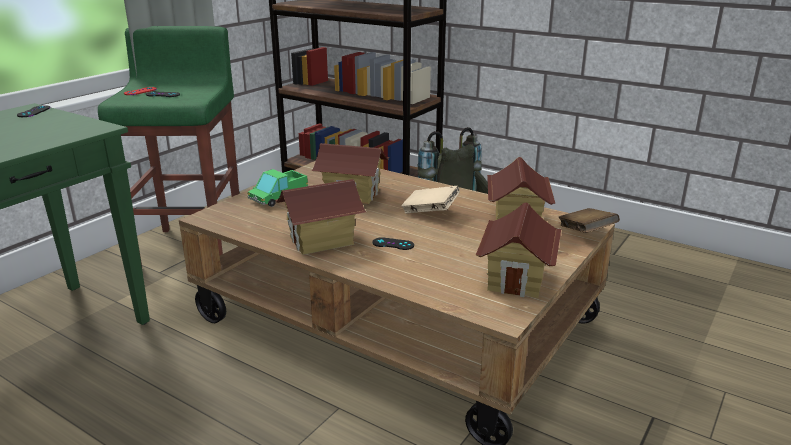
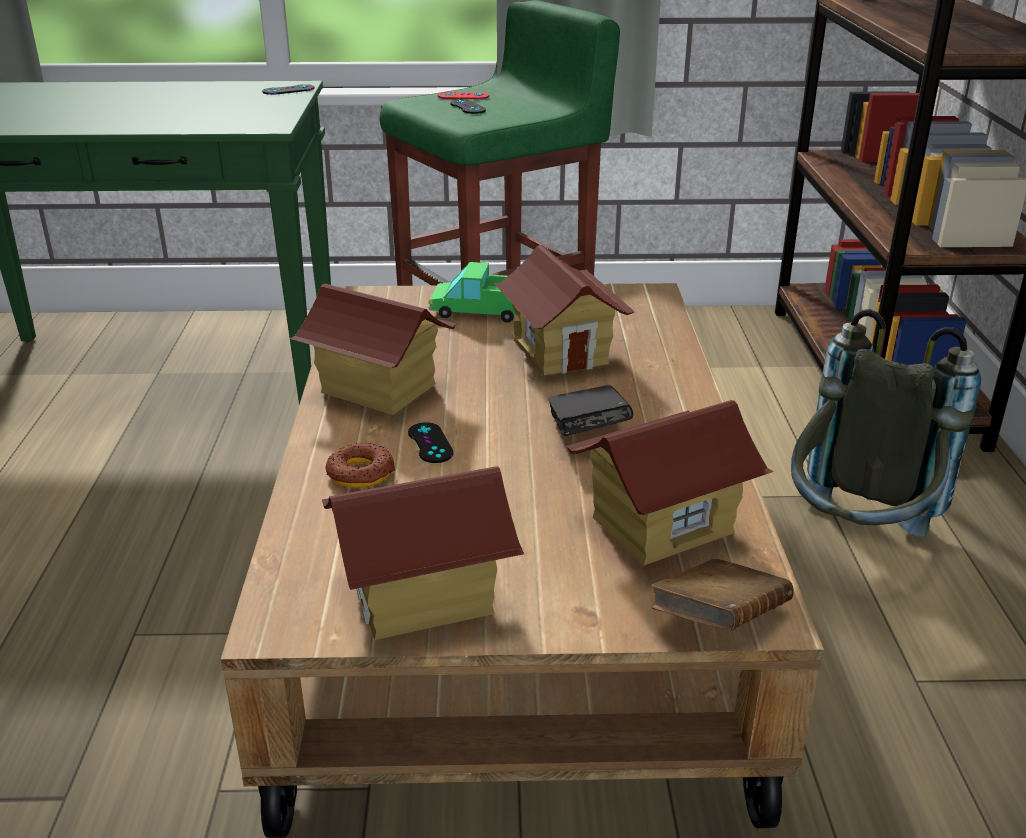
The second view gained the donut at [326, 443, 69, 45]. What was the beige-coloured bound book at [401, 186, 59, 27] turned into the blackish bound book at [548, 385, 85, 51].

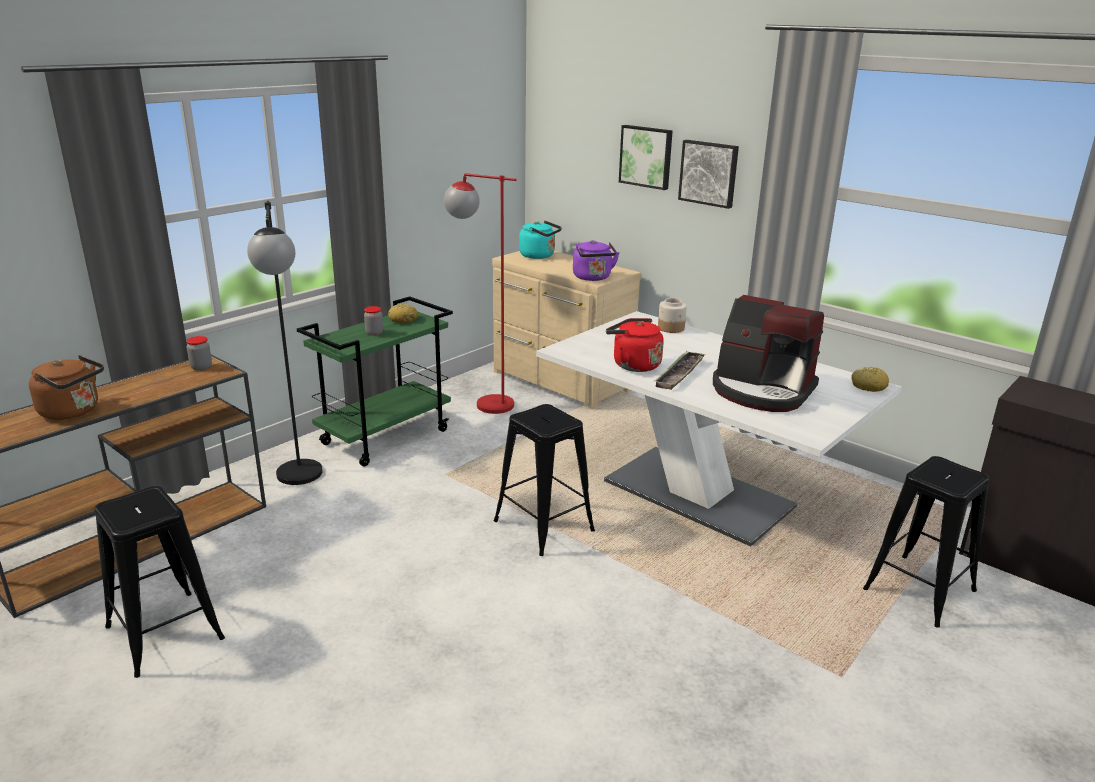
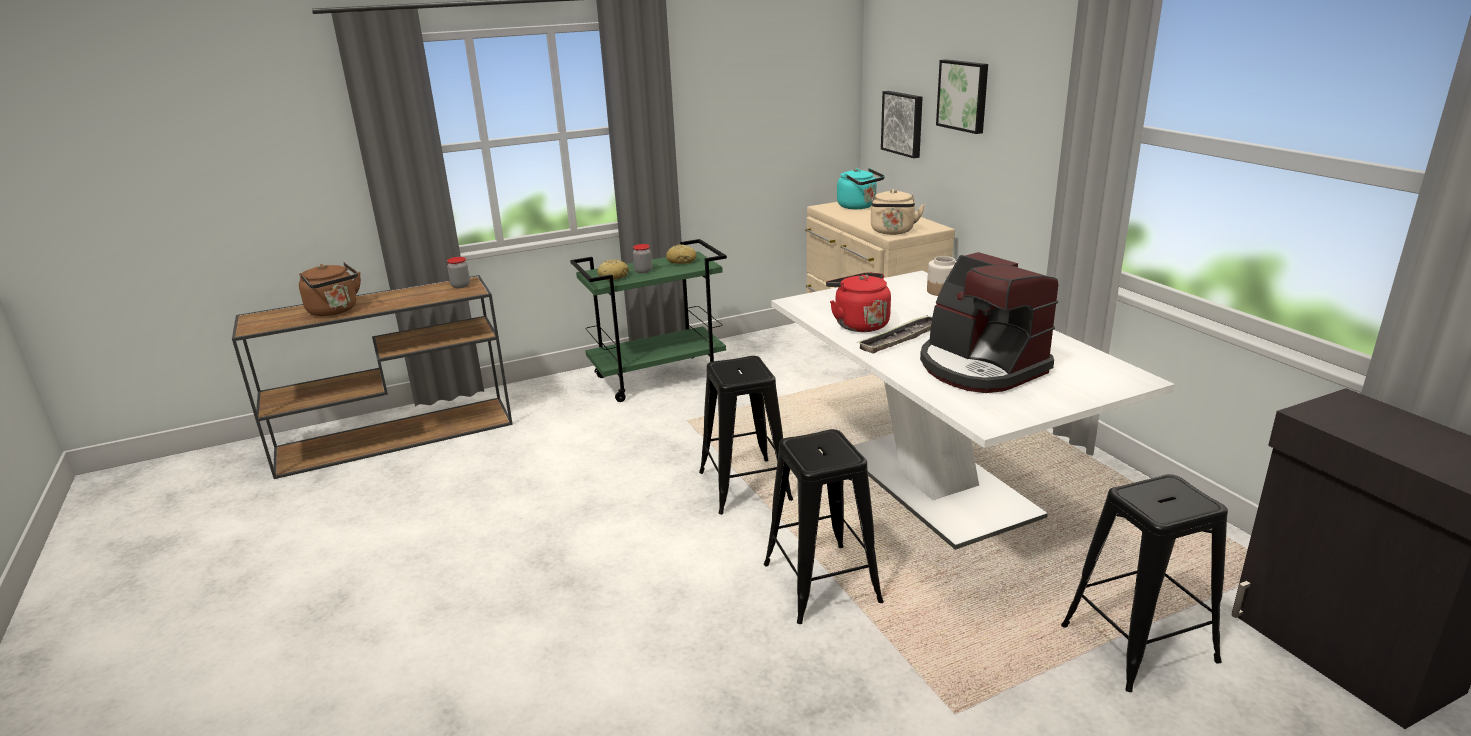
The bread ended up elsewhere, having gone from [851, 367, 38, 25] to [597, 260, 32, 20]. The blackish stool ended up elsewhere, having gone from [94, 486, 131, 192] to [764, 429, 120, 195]. What was the purple-coloured kettle at [573, 240, 47, 41] turned into the beige-coloured kettle at [871, 189, 54, 46]. The wall picture ended up elsewhere, having gone from [678, 140, 61, 69] to [881, 91, 42, 67]. The second view lost the blackish standing lamp at [247, 201, 76, 284]. The second view lost the reddish standing lamp at [444, 173, 73, 241].

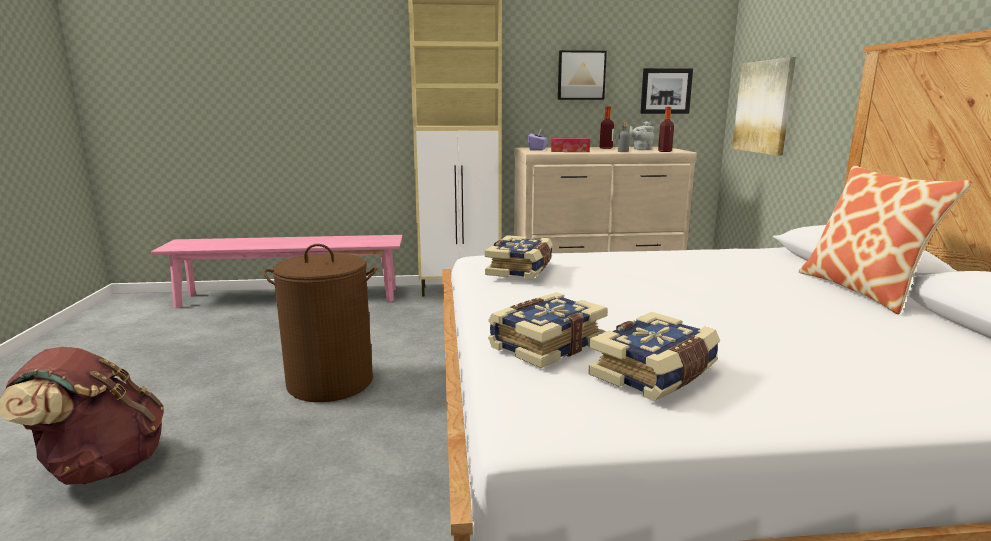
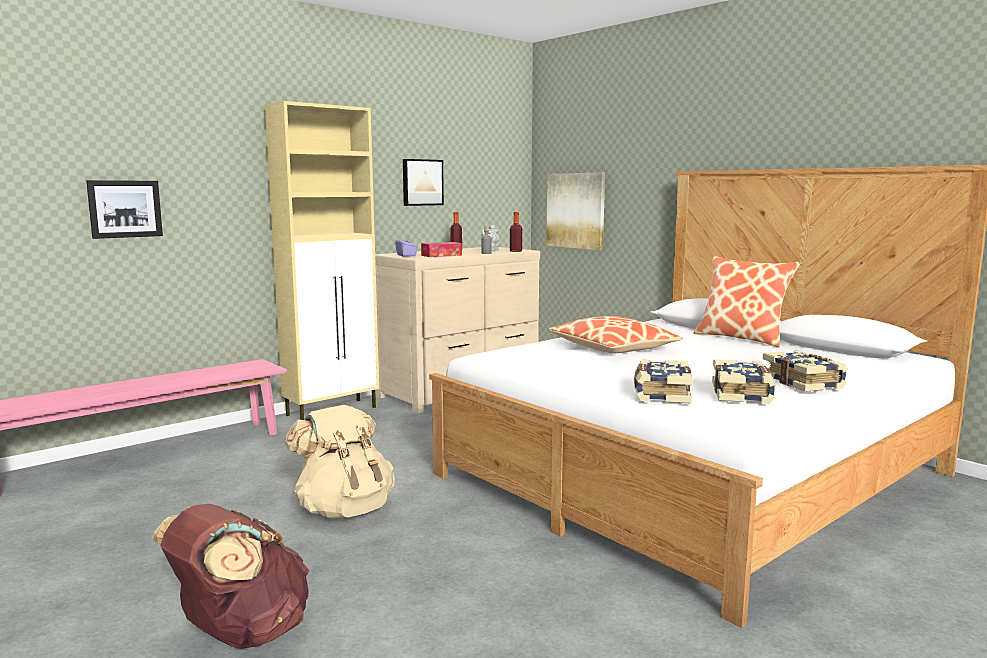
The wall picture ended up elsewhere, having gone from [640, 68, 53, 46] to [86, 180, 77, 59]. Where the brownish washing basket stood at [264, 244, 114, 158], the beige-coloured rucksack came to stand at [285, 405, 110, 114]. The second view gained the cushion at [549, 316, 134, 37]. The bound book ended up elsewhere, having gone from [485, 235, 68, 44] to [763, 350, 85, 42].

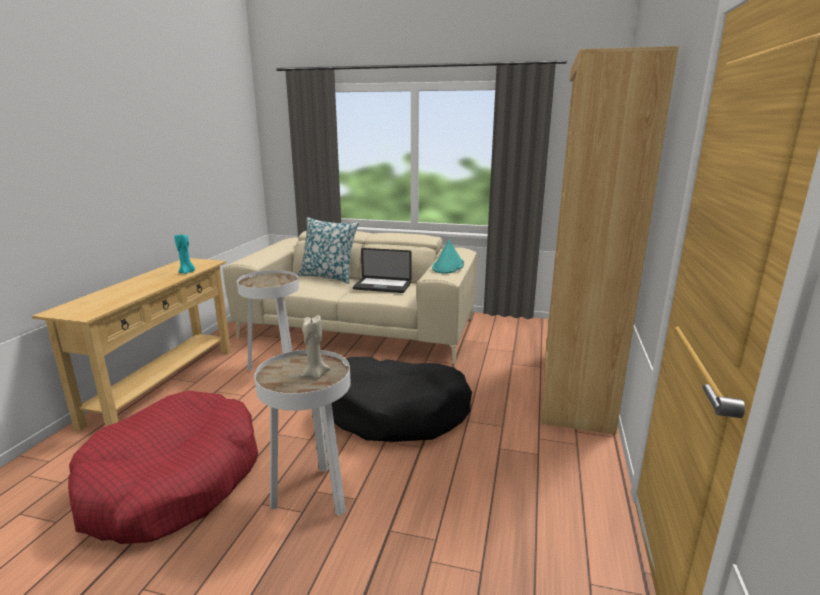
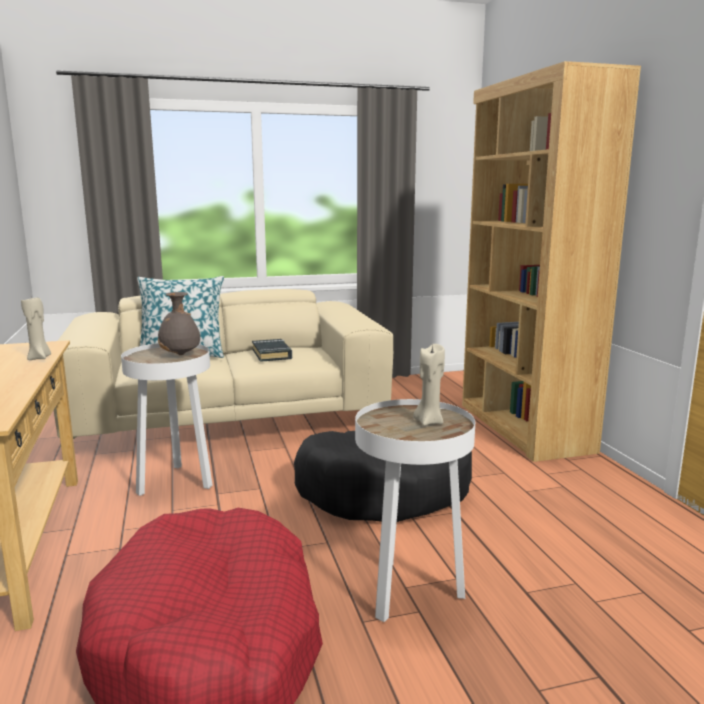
What was the blue-green candle at [174, 232, 21, 42] turned into the beige-coloured candle at [21, 297, 30, 63]. The second view gained the gray vase at [158, 292, 42, 63]. Where the laptop stood at [353, 248, 59, 45], the blackish bound book came to stand at [252, 339, 40, 23]. The second view lost the blue-green hat at [432, 240, 32, 34].

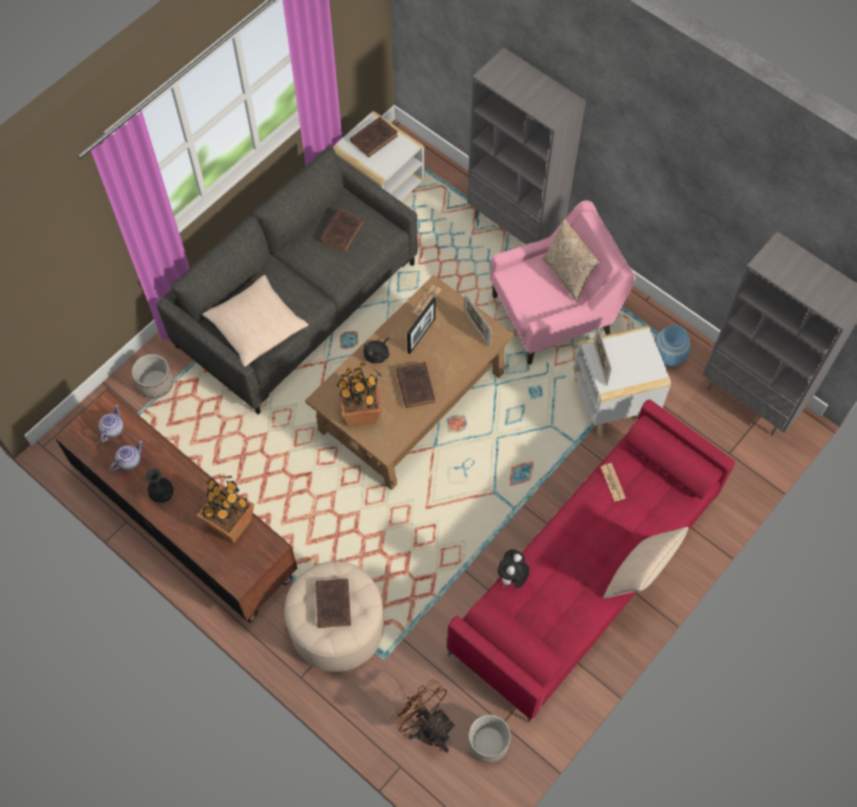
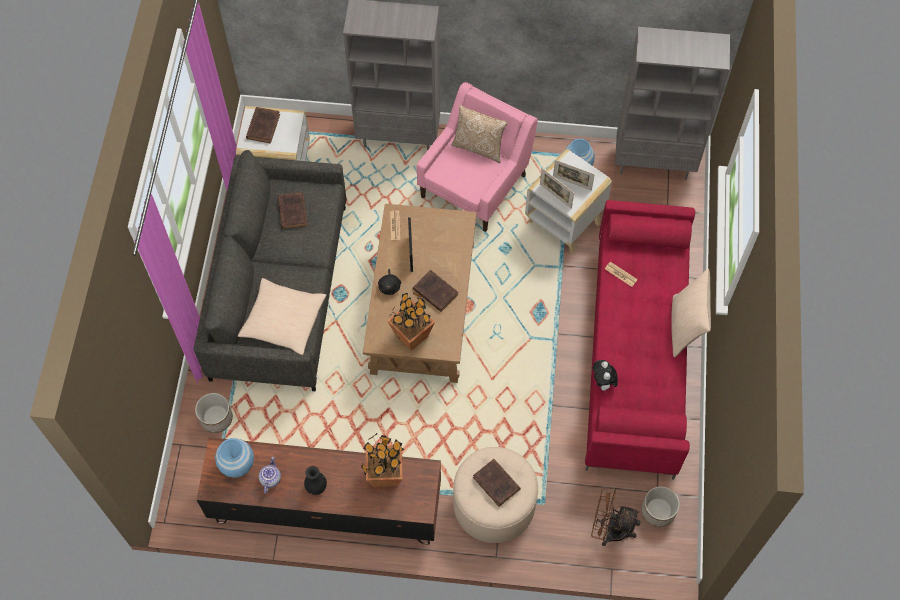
Where the pot for tea stood at [99, 405, 25, 38], the bluish vase came to stand at [215, 438, 39, 40]. The standing frame ended up elsewhere, having gone from [464, 294, 28, 54] to [553, 160, 42, 31].

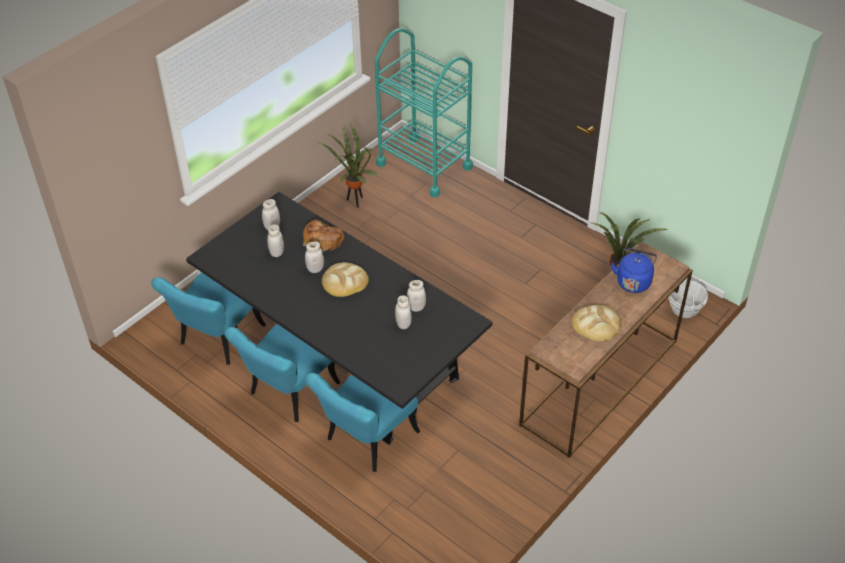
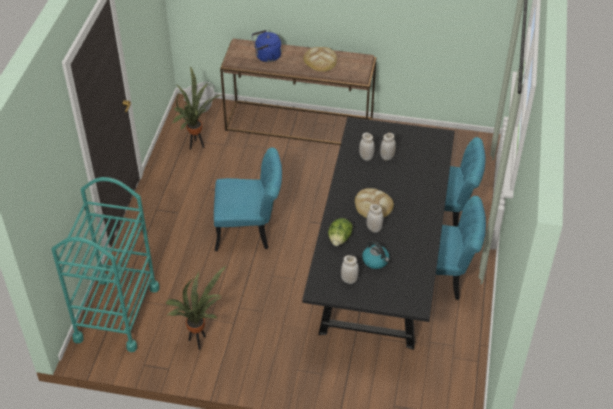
The blue-green chair ended up elsewhere, having gone from [151, 272, 115, 93] to [214, 148, 68, 103]. Where the bread stood at [303, 219, 41, 34], the lettuce head came to stand at [328, 218, 25, 28]. Where the white-coloured preserve jar stood at [267, 225, 17, 32], the kettle came to stand at [362, 240, 27, 29].

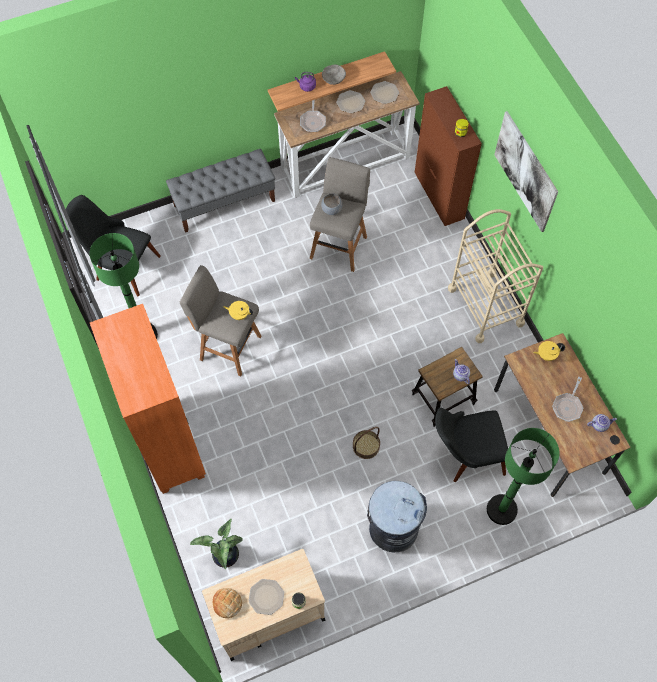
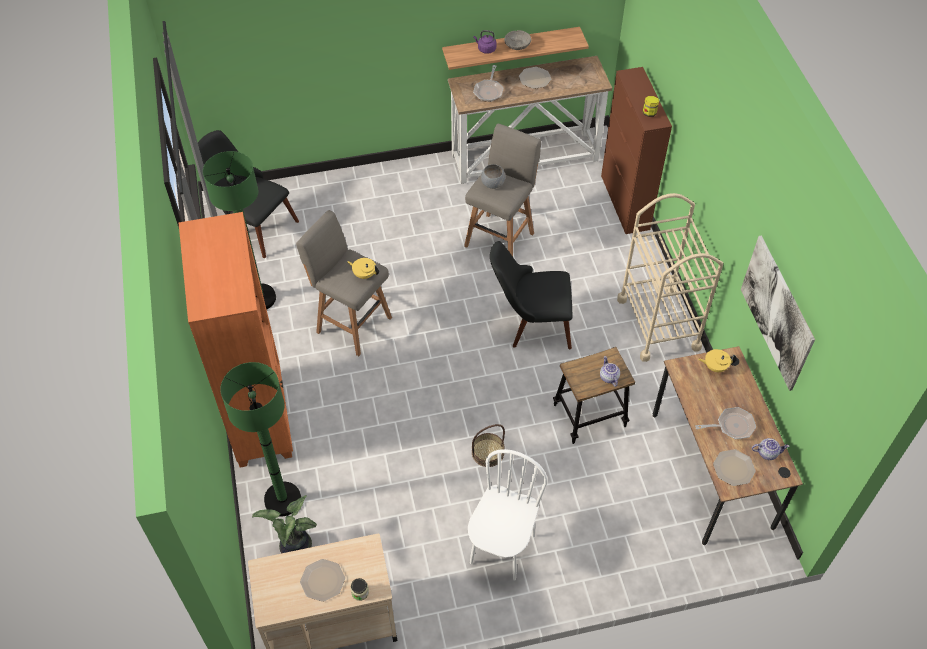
The green-coloured standing lamp ended up elsewhere, having gone from [487, 428, 72, 97] to [220, 362, 81, 155]. Where the gray waste bin stood at [367, 481, 60, 71], the white-coloured chair came to stand at [468, 449, 79, 132]. The blackish chair ended up elsewhere, having gone from [435, 408, 73, 74] to [490, 241, 82, 108]. The frying pan at [552, 377, 31, 45] ended up facing another way, 135 degrees counterclockwise from before. The dinner plate ended up elsewhere, having gone from [370, 81, 29, 23] to [713, 449, 43, 37]. The wall picture ended up elsewhere, having gone from [494, 111, 64, 121] to [741, 235, 74, 156]. The second view lost the gray indoor bench at [166, 149, 109, 84]. The second view lost the bread at [213, 588, 29, 30].

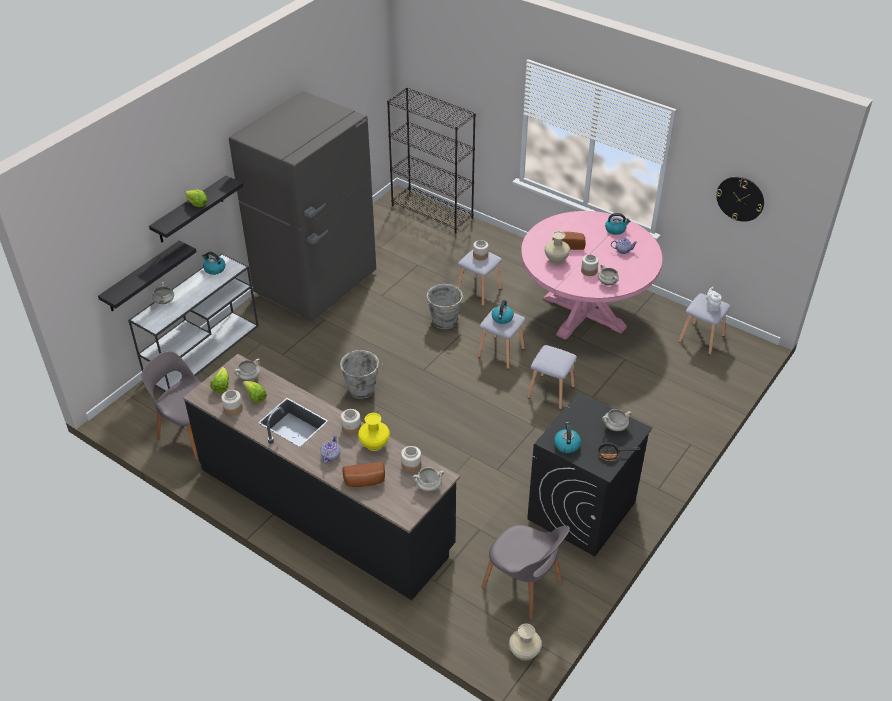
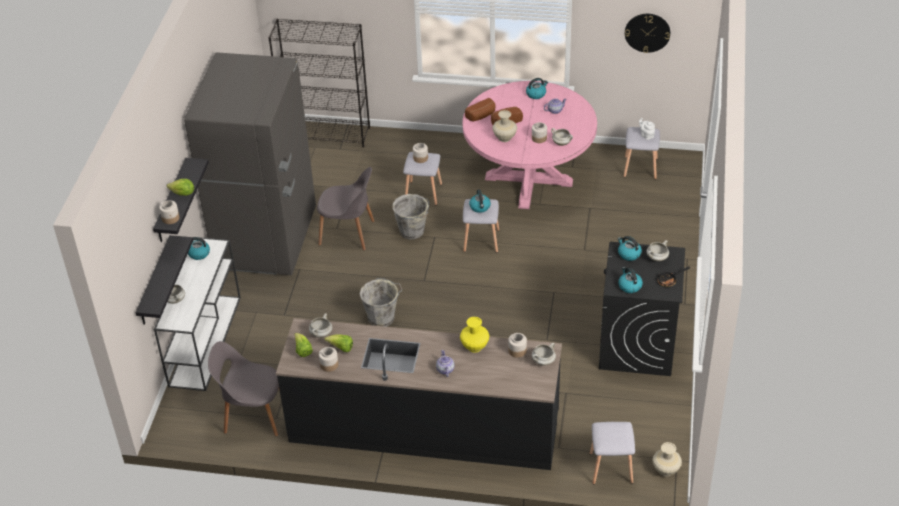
The preserve jar ended up elsewhere, having gone from [341, 409, 20, 26] to [159, 200, 20, 24]. The gray chair ended up elsewhere, having gone from [482, 525, 88, 94] to [317, 167, 58, 83]. The bread ended up elsewhere, having gone from [342, 462, 43, 25] to [465, 98, 30, 24]. The gray stool ended up elsewhere, having gone from [527, 345, 50, 65] to [590, 422, 45, 62]. The second view gained the kettle at [618, 236, 24, 25].

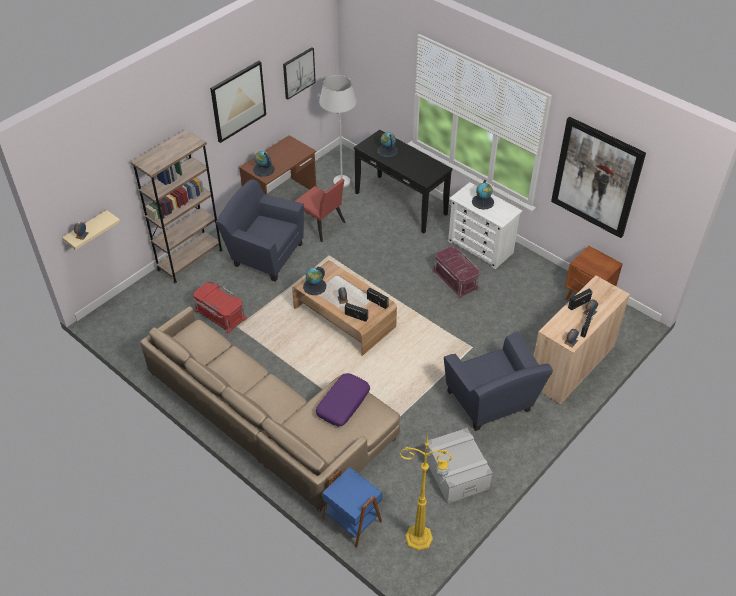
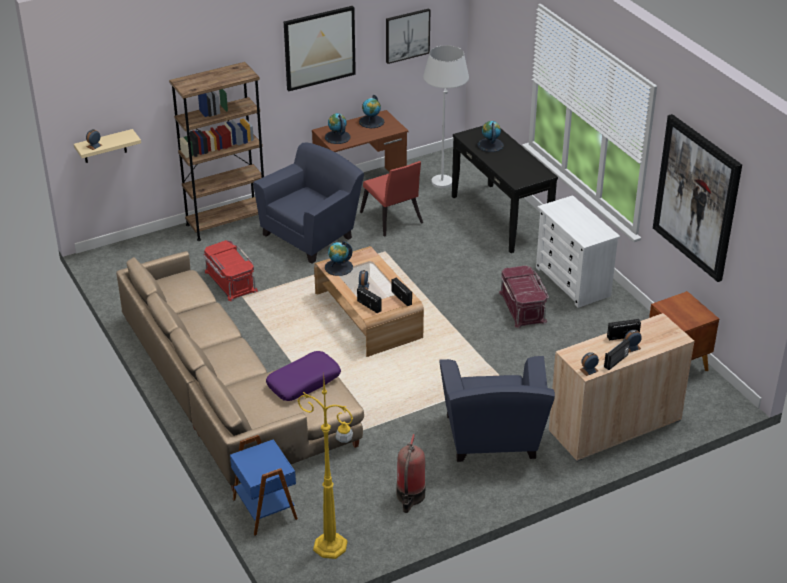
The bluish lounge chair at [216, 179, 88, 103] ended up facing another way, 90 degrees clockwise from before. The world globe ended up elsewhere, having gone from [472, 180, 22, 30] to [359, 95, 25, 33]. Where the gray storage bin stood at [425, 428, 68, 76], the fire-fighting cylinder came to stand at [397, 434, 28, 79].

